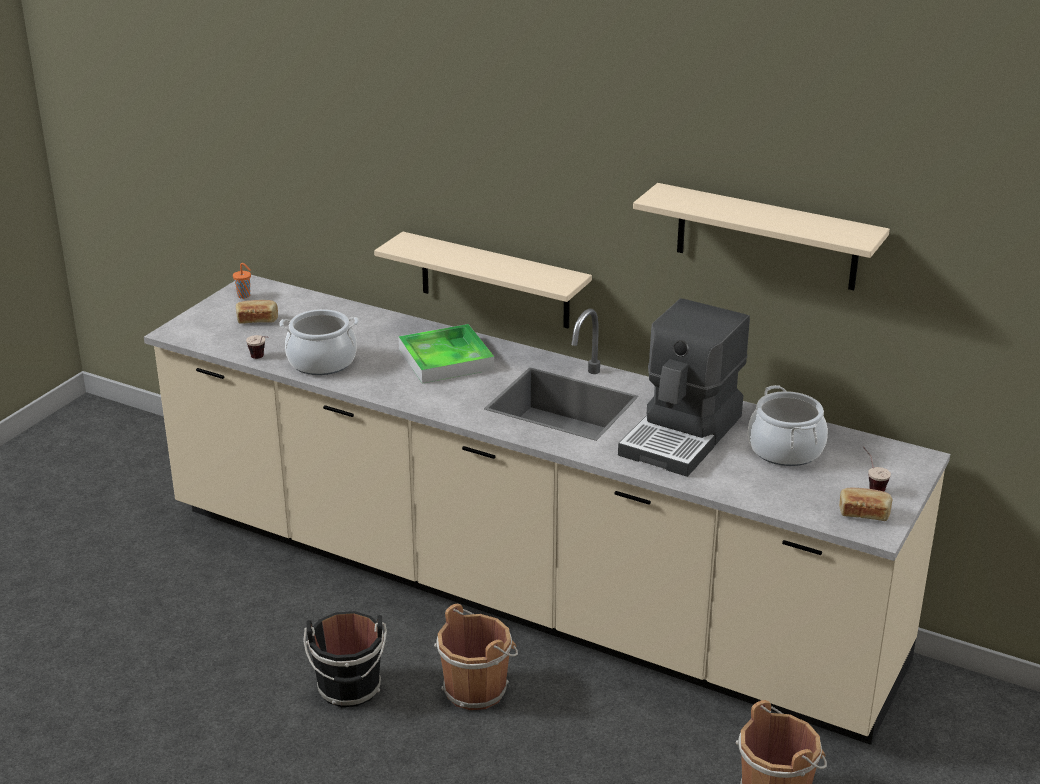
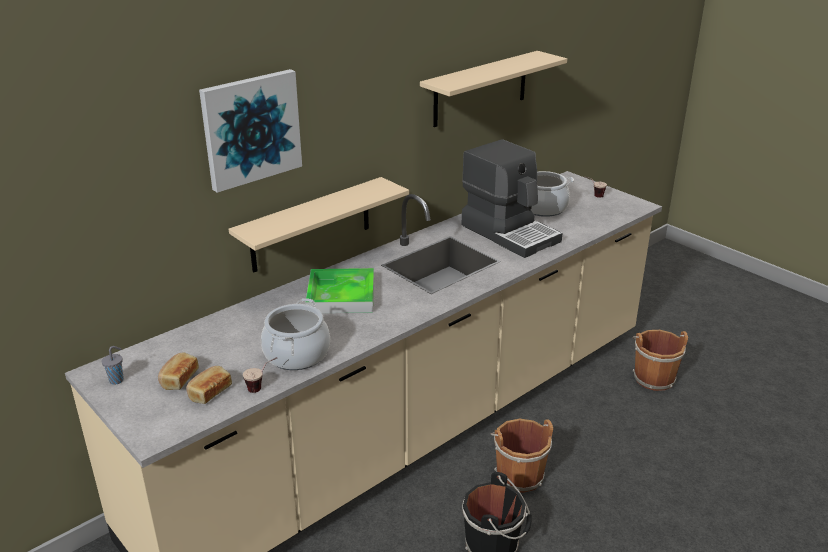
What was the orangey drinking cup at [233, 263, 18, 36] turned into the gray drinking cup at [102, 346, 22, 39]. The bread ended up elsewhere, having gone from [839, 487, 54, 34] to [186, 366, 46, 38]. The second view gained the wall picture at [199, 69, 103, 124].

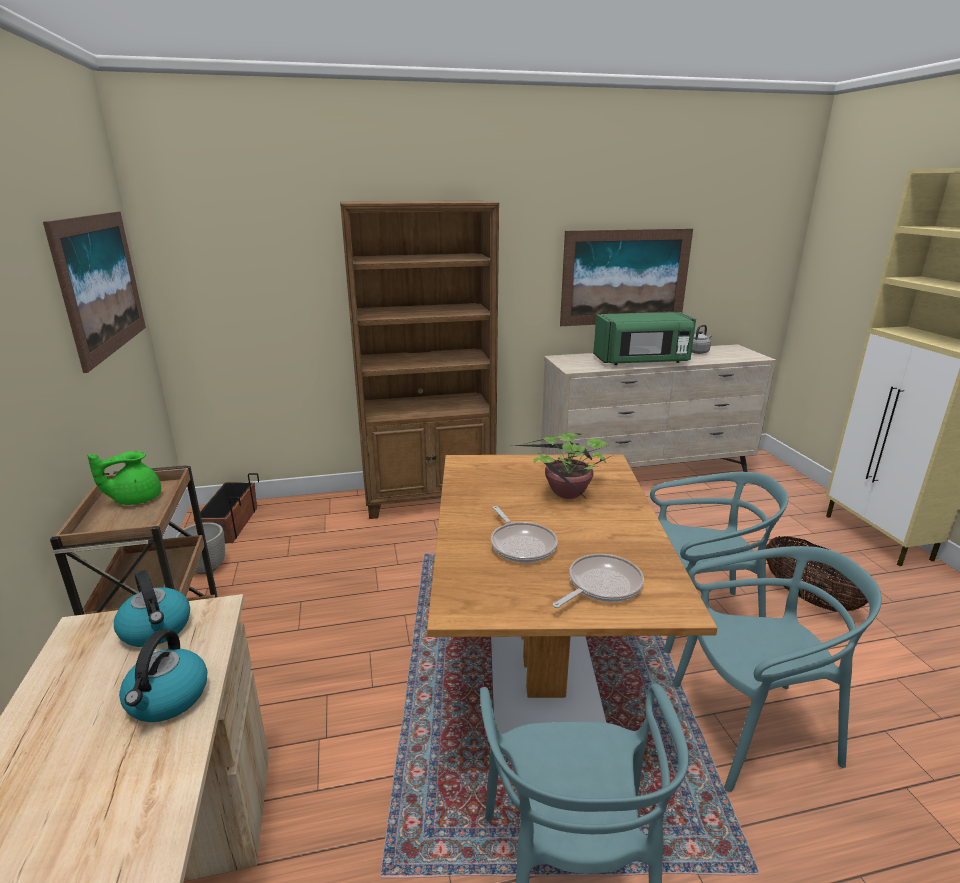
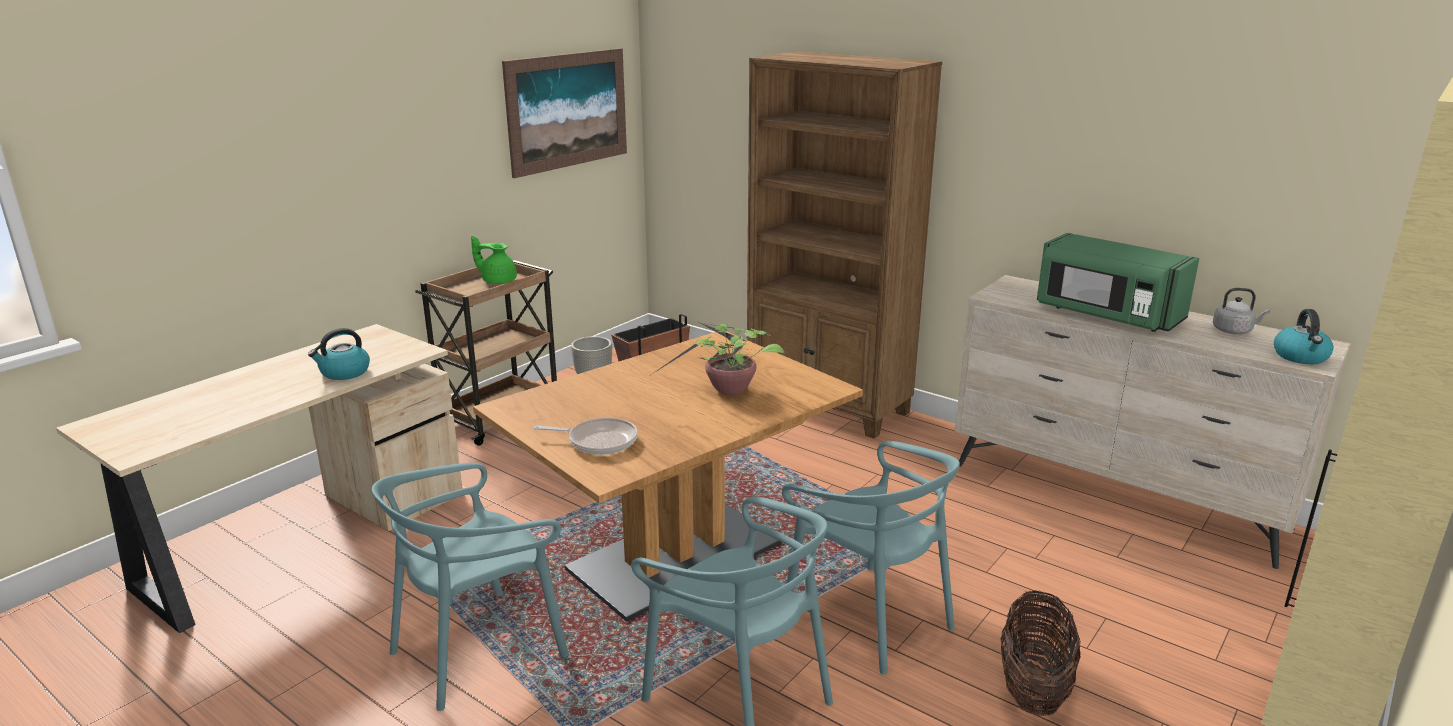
The kettle ended up elsewhere, having gone from [114, 570, 76, 77] to [1274, 309, 59, 55]. The second view lost the frying pan at [491, 506, 67, 57]. The second view lost the wall picture at [560, 229, 133, 97].

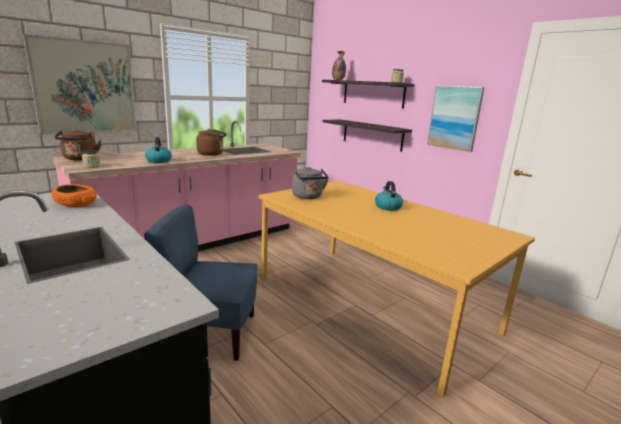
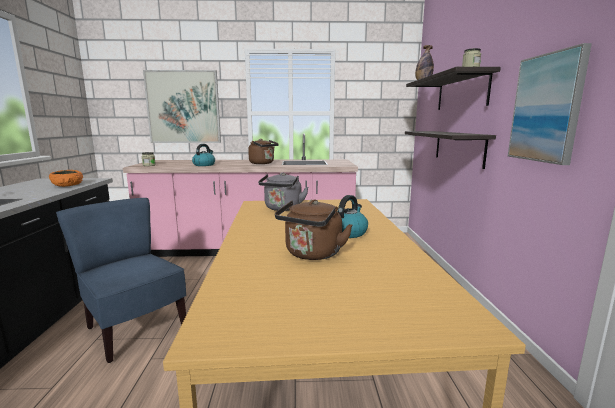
The brownish kettle ended up elsewhere, having gone from [54, 129, 48, 31] to [275, 199, 78, 61].

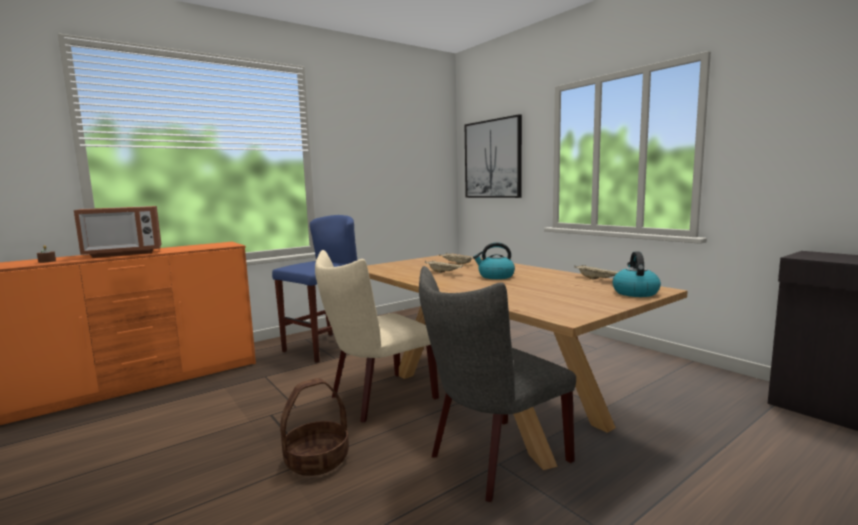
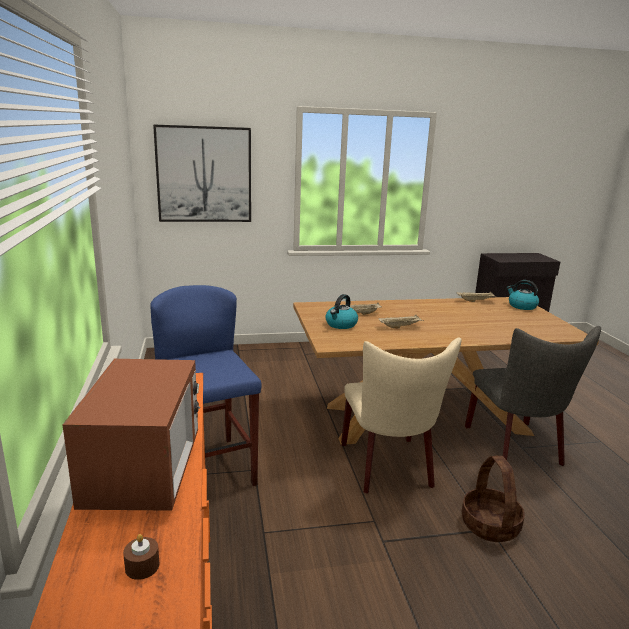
The kettle ended up elsewhere, having gone from [473, 242, 42, 37] to [325, 294, 33, 35].

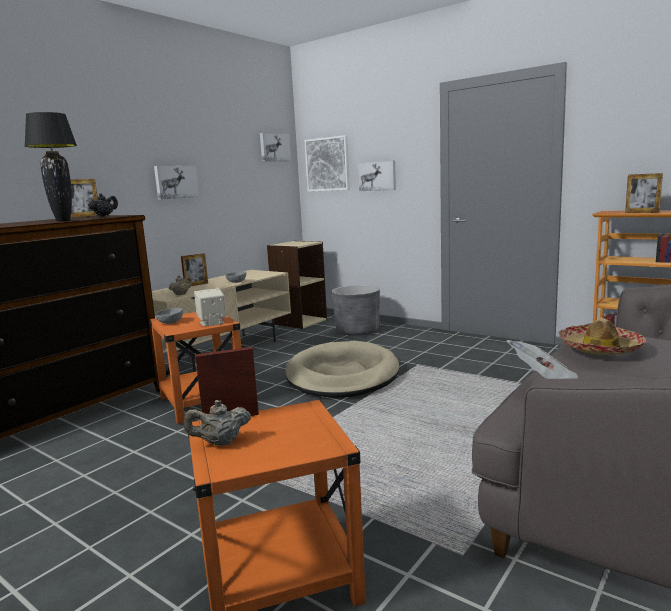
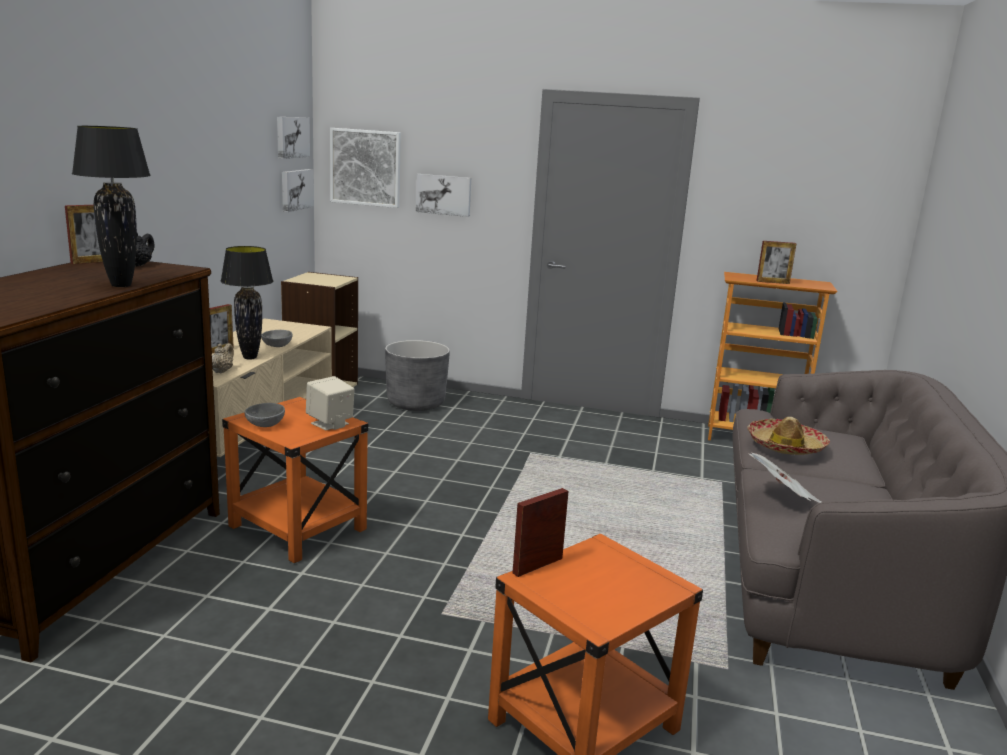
The second view gained the blackish tabletop lamp at [220, 246, 53, 114]. The wall picture ended up elsewhere, having gone from [154, 165, 45, 35] to [282, 169, 32, 43]. The second view lost the beige-coloured pot for tea at [184, 400, 67, 45]. The second view lost the beige-coloured dog cushion at [285, 341, 114, 57].

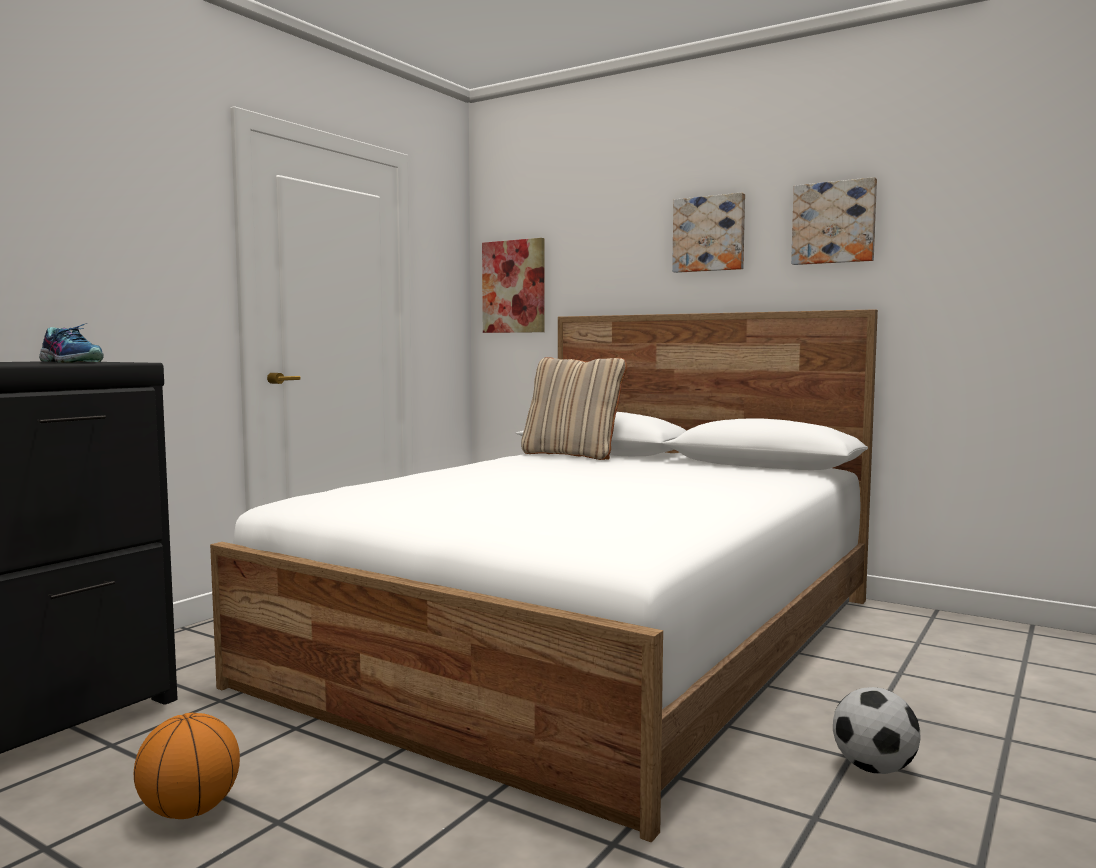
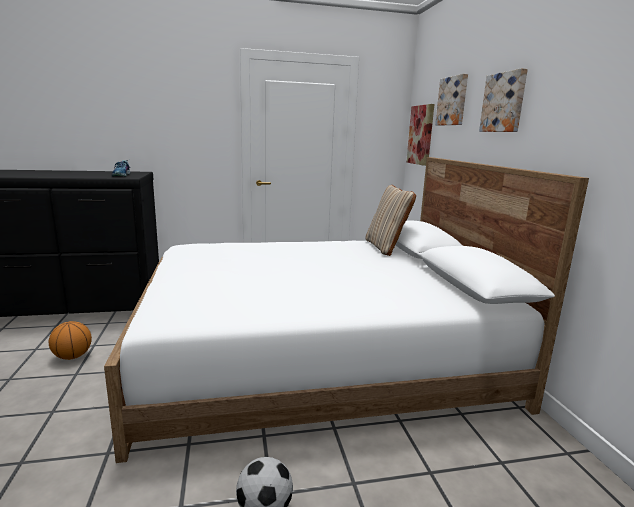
The wall picture ended up elsewhere, having gone from [791, 177, 86, 88] to [435, 74, 33, 52].

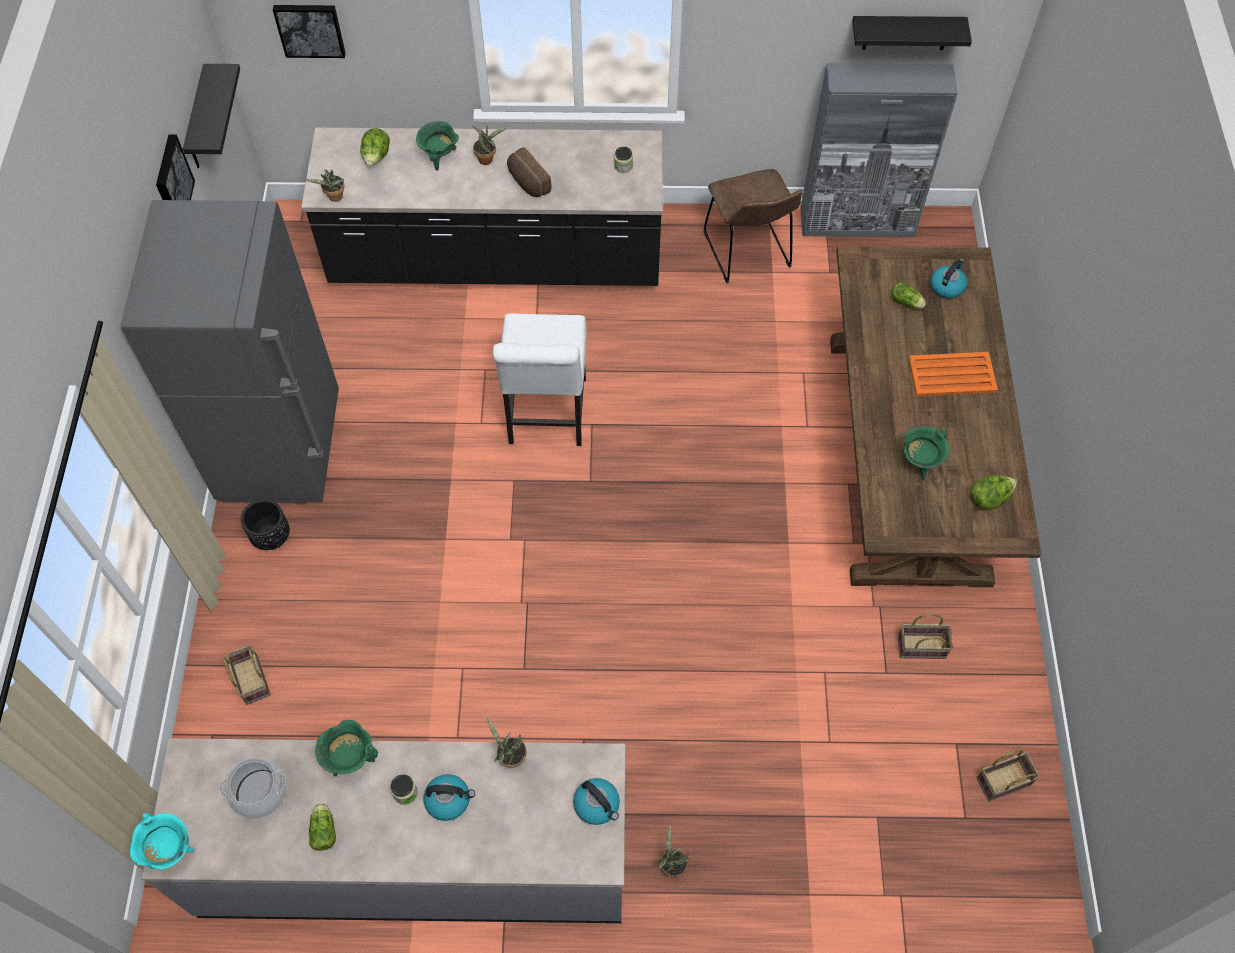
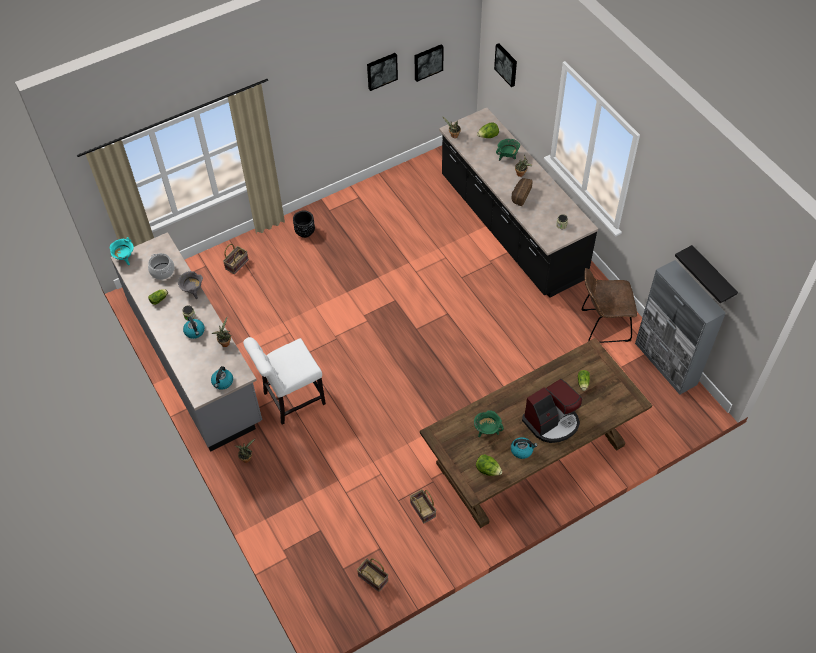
What was the green-coloured cooking pot at [315, 720, 63, 56] turned into the gray cooking pot at [178, 271, 25, 28]. The white-coloured chair ended up elsewhere, having gone from [493, 313, 94, 133] to [243, 337, 83, 88]. Where the blackish wall shelf hung at [183, 64, 57, 104], the wall picture came to hang at [414, 44, 30, 38]. The kettle ended up elsewhere, having gone from [930, 258, 37, 41] to [511, 437, 27, 22]. Where the orangey serving tray stood at [908, 352, 90, 44], the coffee machine came to stand at [522, 379, 60, 64]. The brownish chair at [704, 169, 99, 114] ended up facing another way, 45 degrees clockwise from before. The second view lost the gray kitchen fridge at [121, 200, 218, 303].

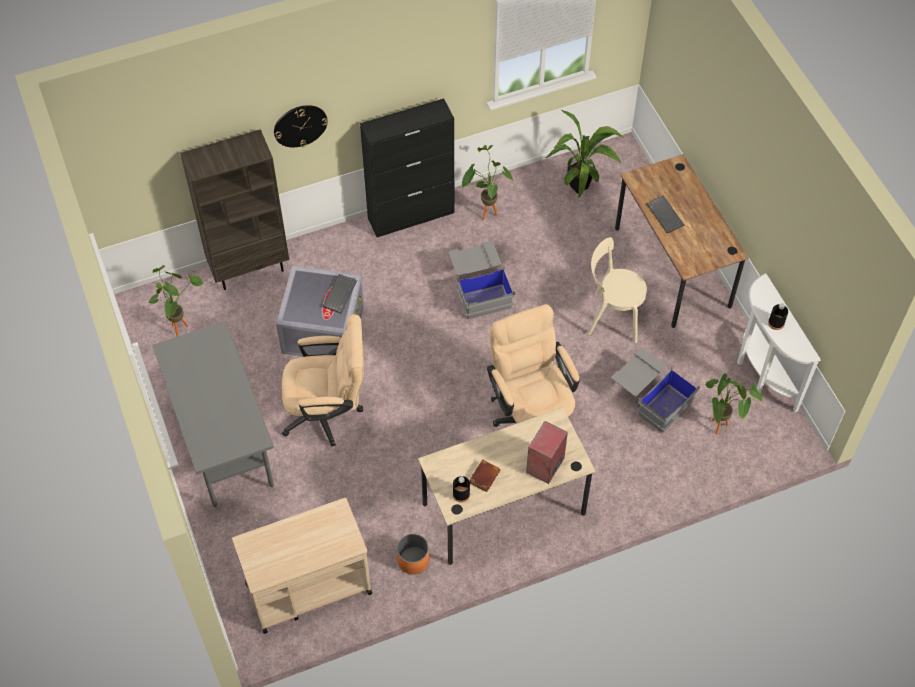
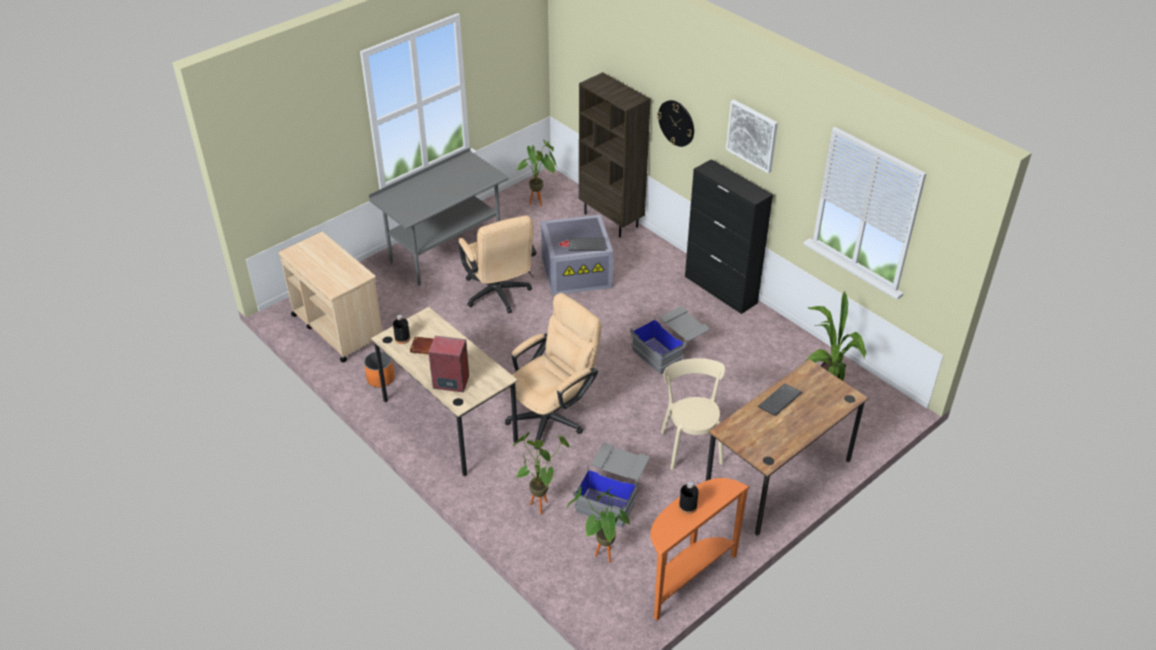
The potted plant ended up elsewhere, having gone from [462, 145, 51, 75] to [513, 432, 57, 82]. What was the white-coloured narrow table at [737, 273, 84, 139] turned into the orangey narrow table at [650, 478, 99, 142]. The second view gained the wall picture at [726, 100, 52, 73].

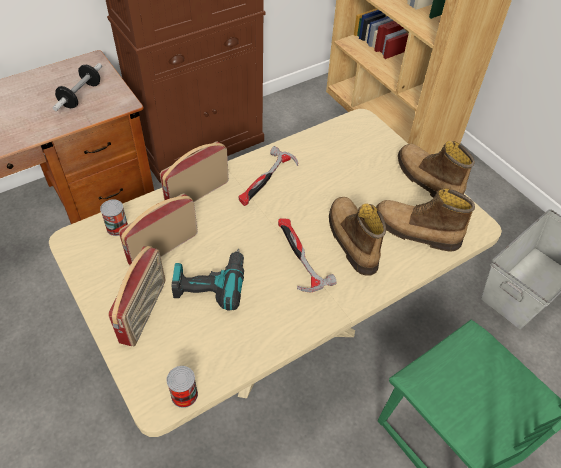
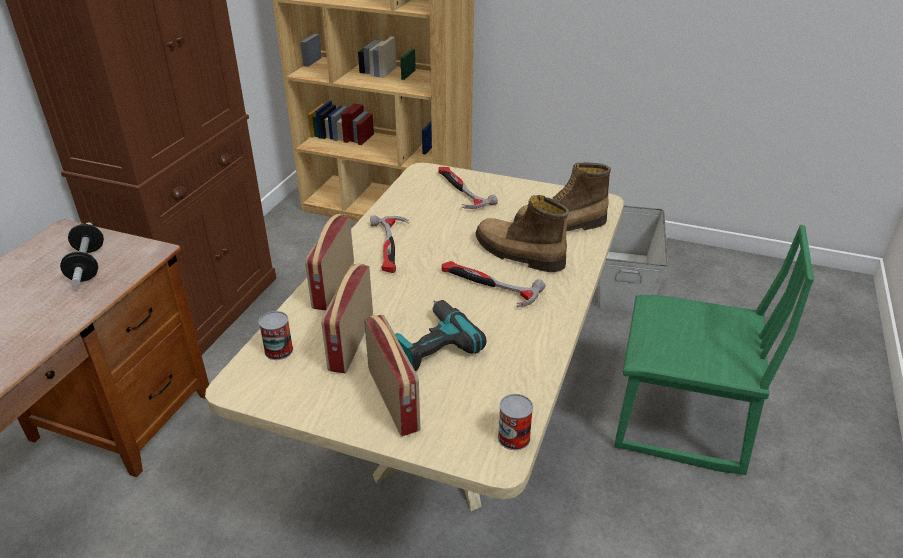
The second view gained the tool hammer at [438, 167, 60, 42]. The second view lost the tall boot at [398, 141, 77, 57].

